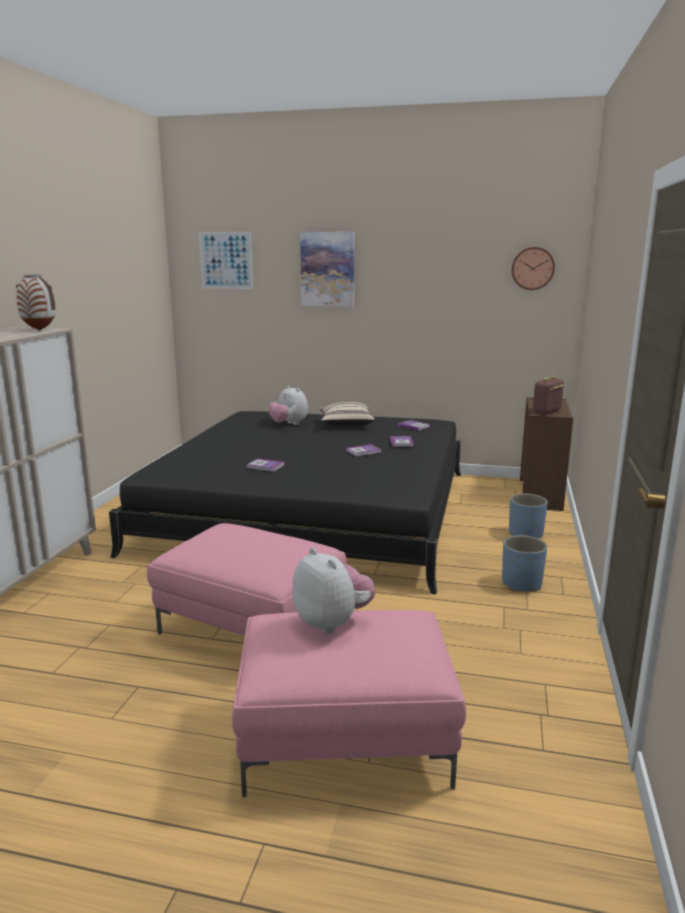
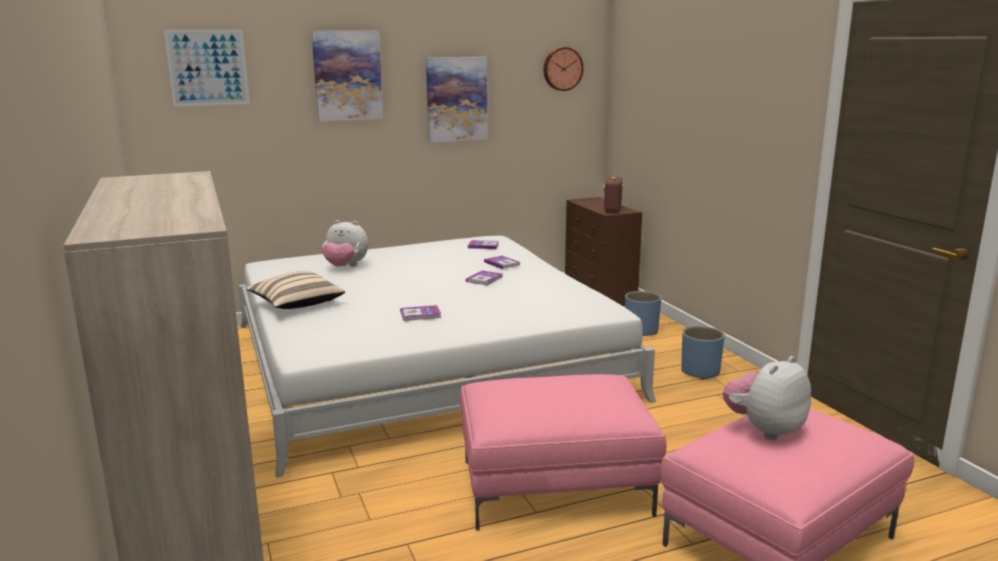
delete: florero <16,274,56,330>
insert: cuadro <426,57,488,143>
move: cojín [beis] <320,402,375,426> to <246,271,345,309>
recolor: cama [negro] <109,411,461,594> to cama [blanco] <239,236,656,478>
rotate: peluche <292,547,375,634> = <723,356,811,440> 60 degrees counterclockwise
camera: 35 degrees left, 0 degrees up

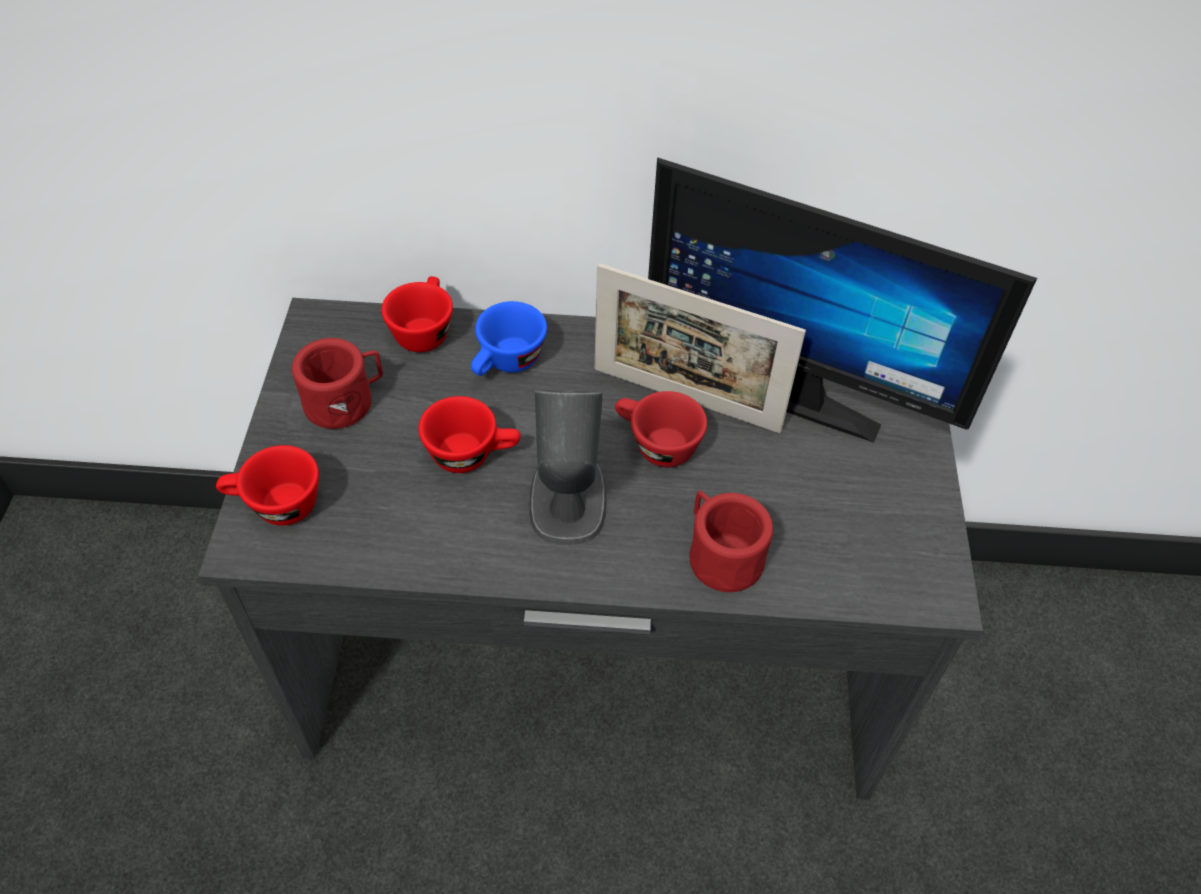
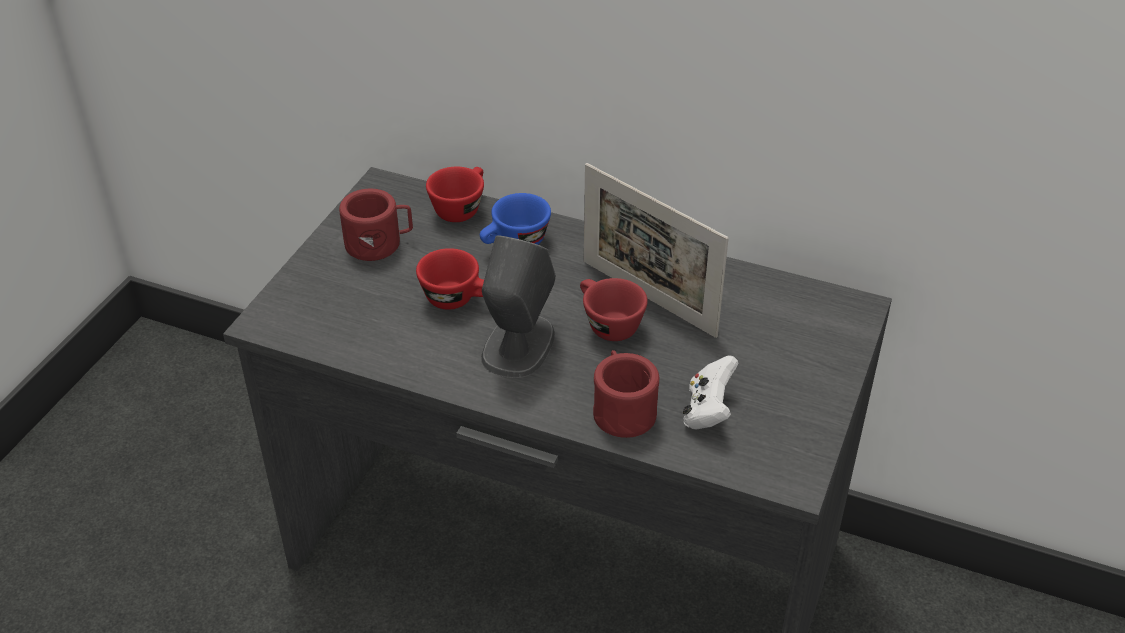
delete: taza [rojo] <216,445,319,526>; monitor <648,157,1037,443>
insert: mando de consola [blanco] <683,355,739,429>
camera: 20 degrees right, 10 degrees down

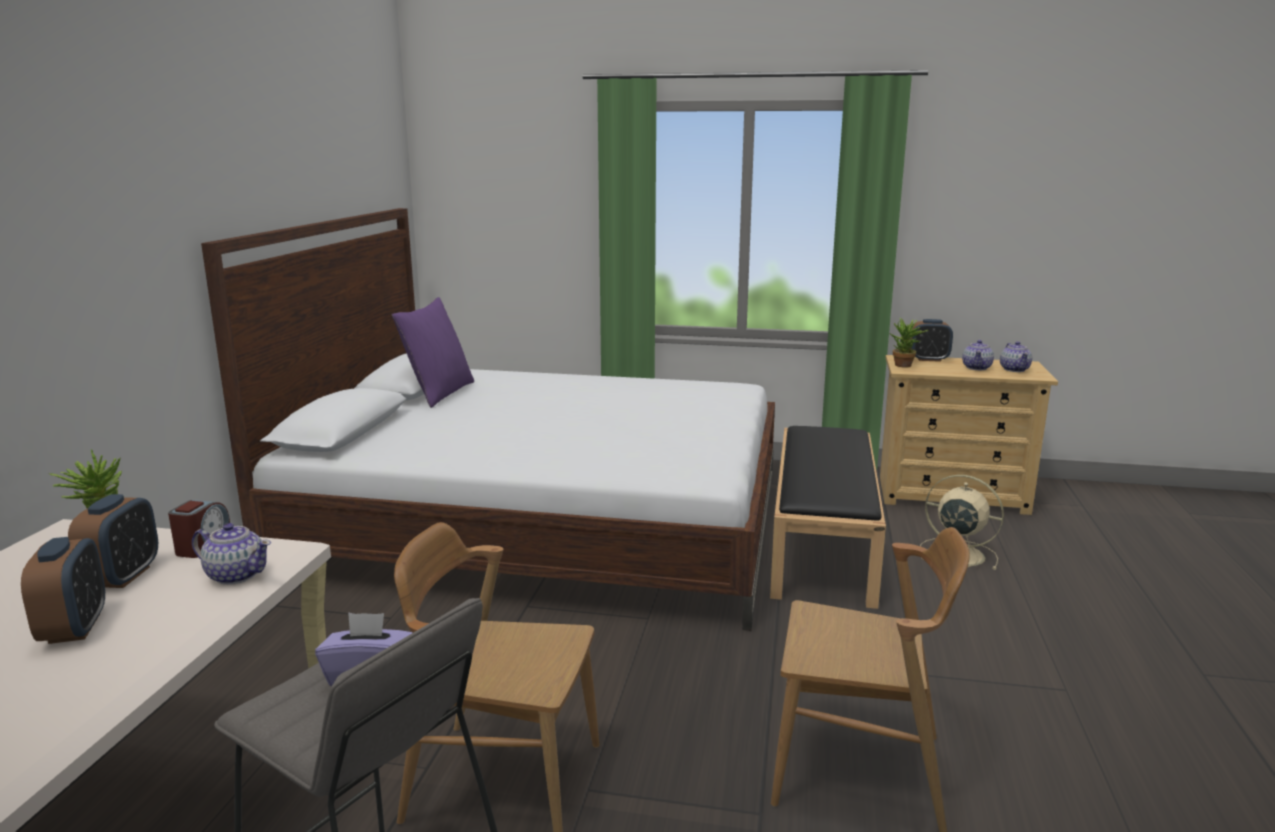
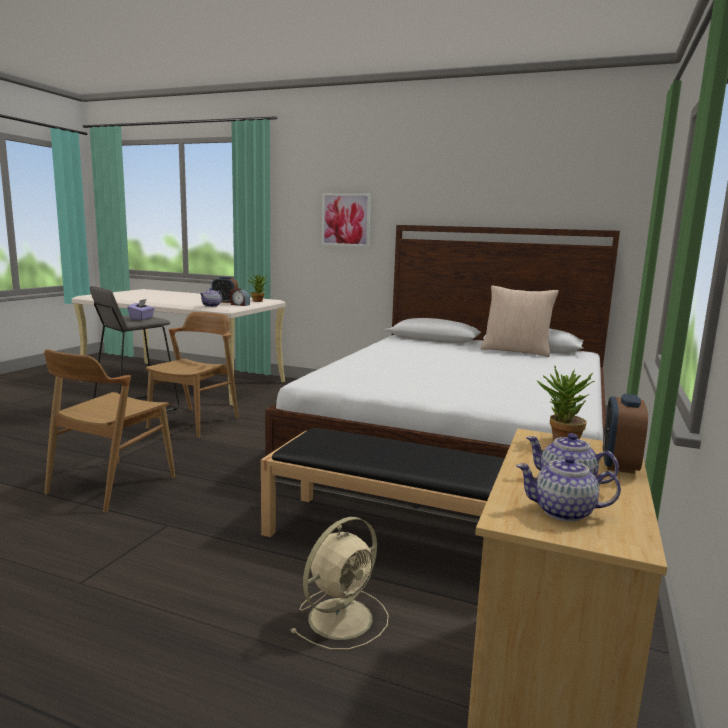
delete: despertador <21,537,105,644>
insert: cuadro <322,193,371,247>
recolor: cojín [morado] <392,297,474,408> to cojín [beis] <480,286,559,357>
camera: 100 degrees right, 5 degrees down

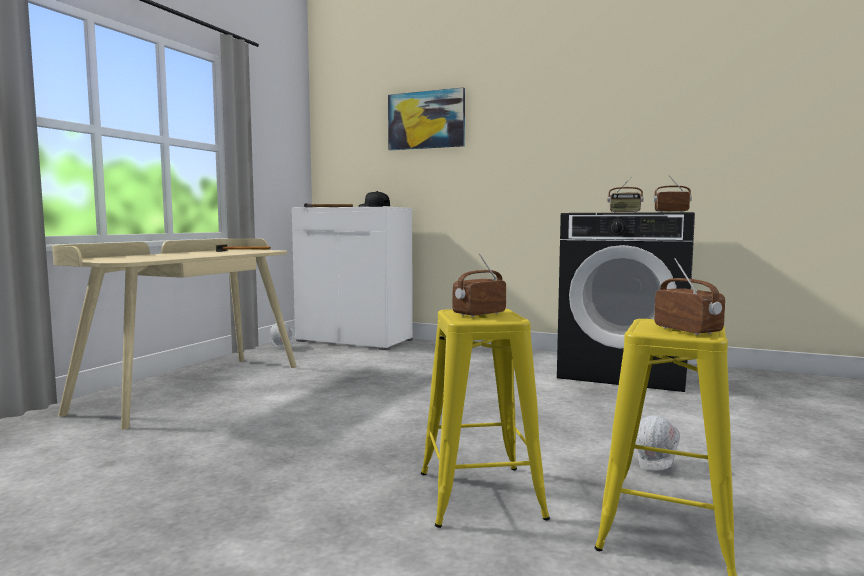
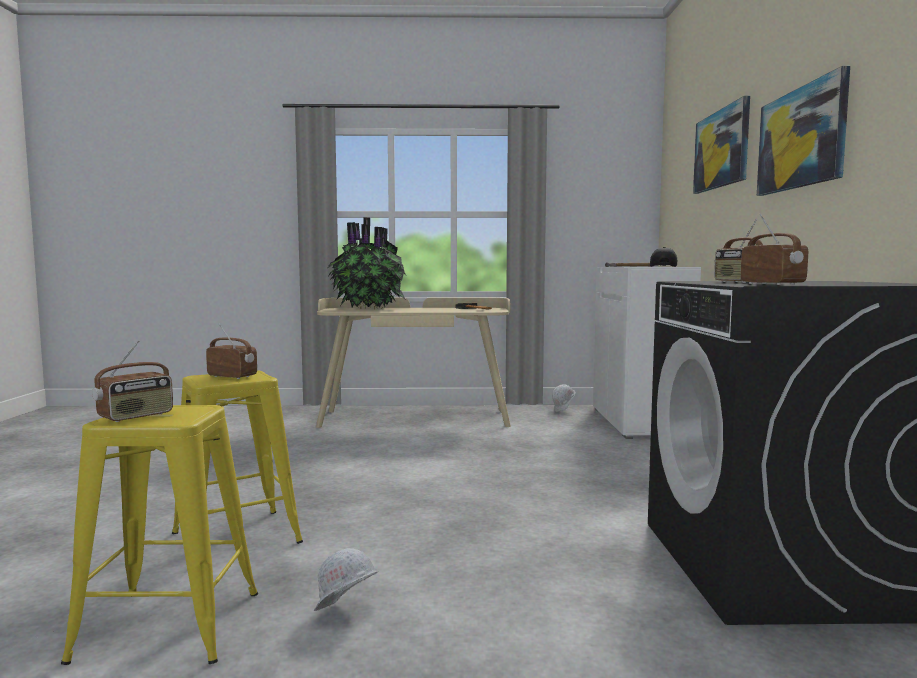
insert: planta en maceta <328,217,406,310>; cuadro <757,66,850,196>
camera: 65 degrees right, 0 degrees up

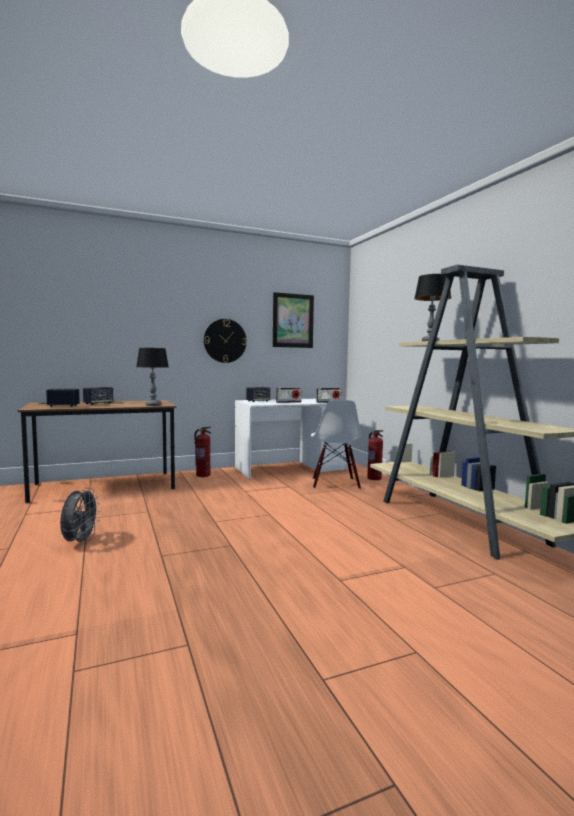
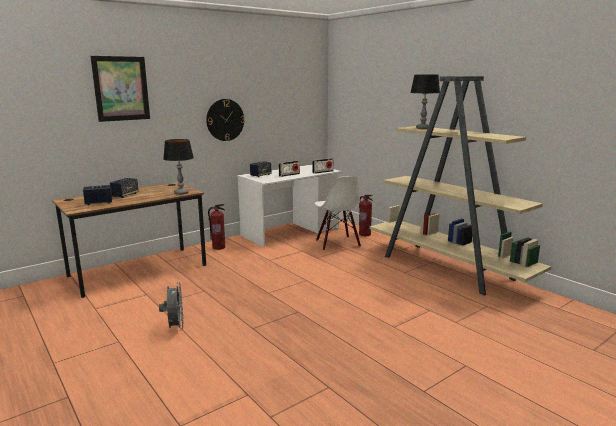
move: cuadro <273,292,314,348> to <90,56,150,122>
camera: 15 degrees left, 10 degrees up

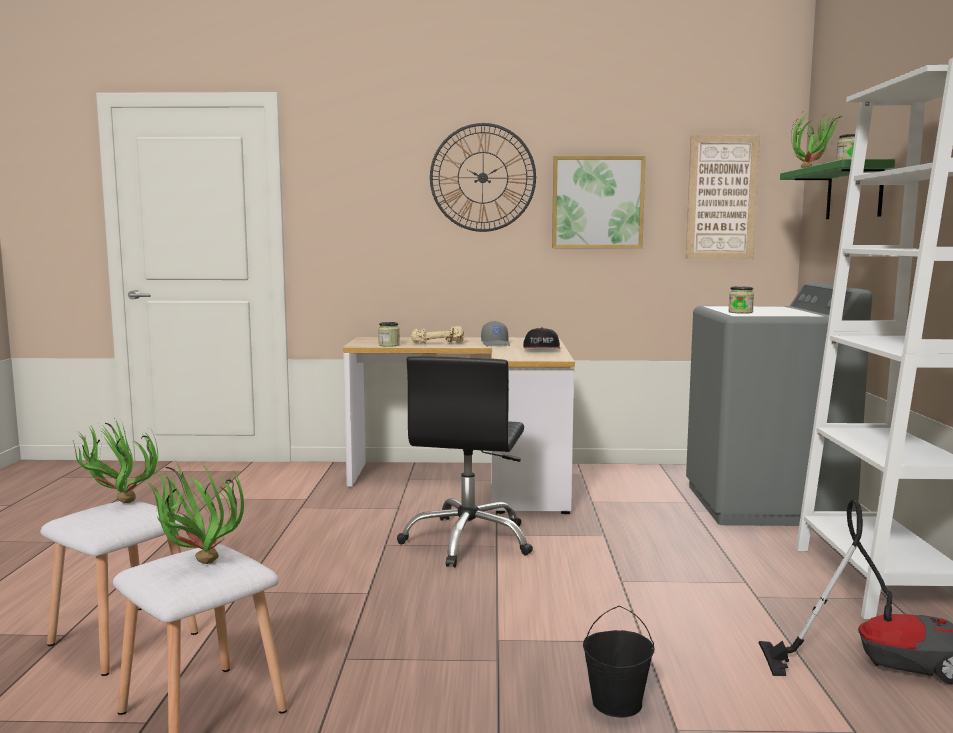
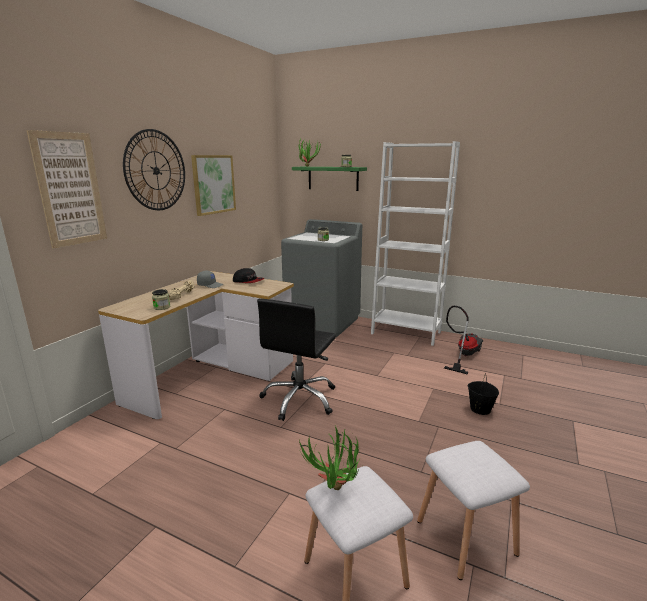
delete: planta en maceta <146,461,244,564>
move: cuadro <686,135,760,259> to <27,130,107,248>
rotate: silla de oficina [negro] <397,356,533,567> = <257,299,336,421> 75 degrees clockwise
camera: 65 degrees left, 10 degrees up

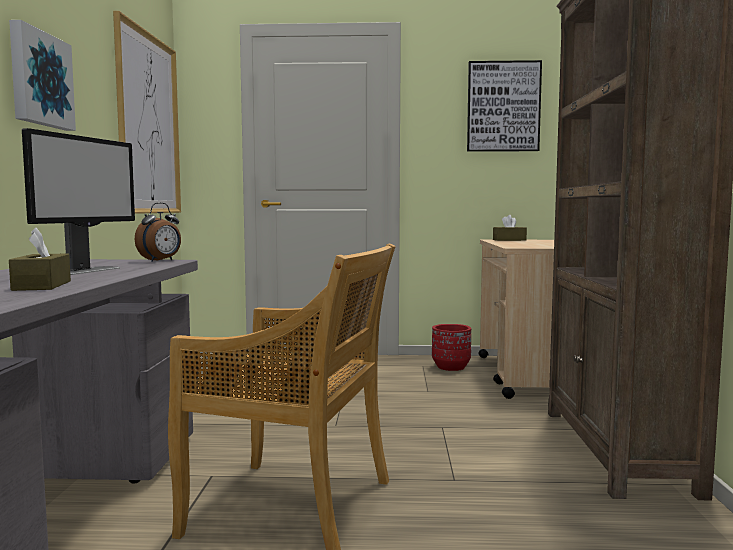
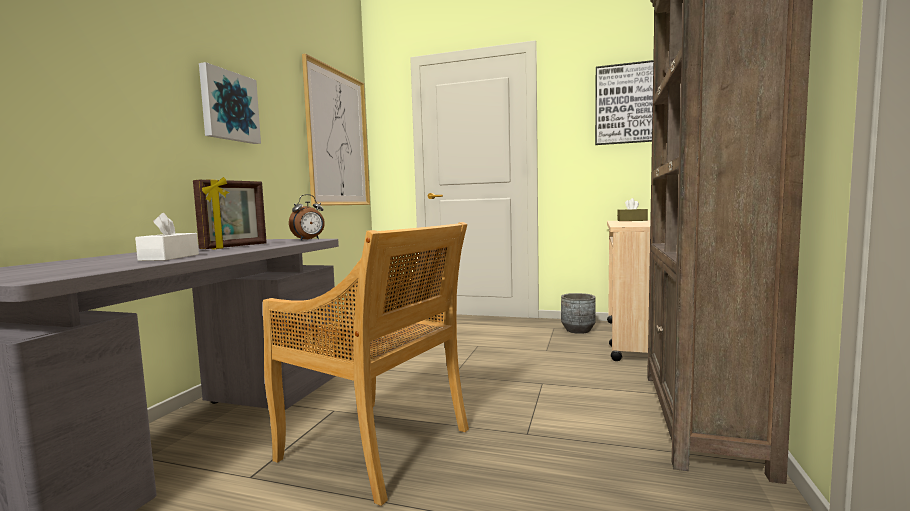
replace: monitor <22,128,135,275> to portarretratos <193,177,267,249>
recolor: caja de pañuelos [marrón] <9,228,71,291> to caja de pañuelos [blanco] <135,213,199,261>; maceta [rojo] <432,324,471,371> to maceta [gris] <561,293,596,334>
camera: 15 degrees right, 0 degrees up

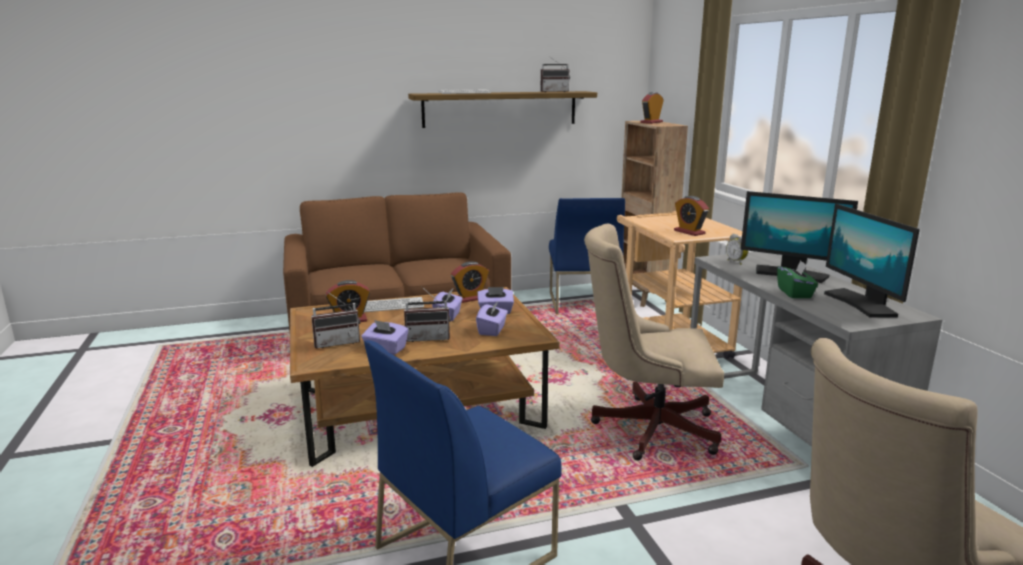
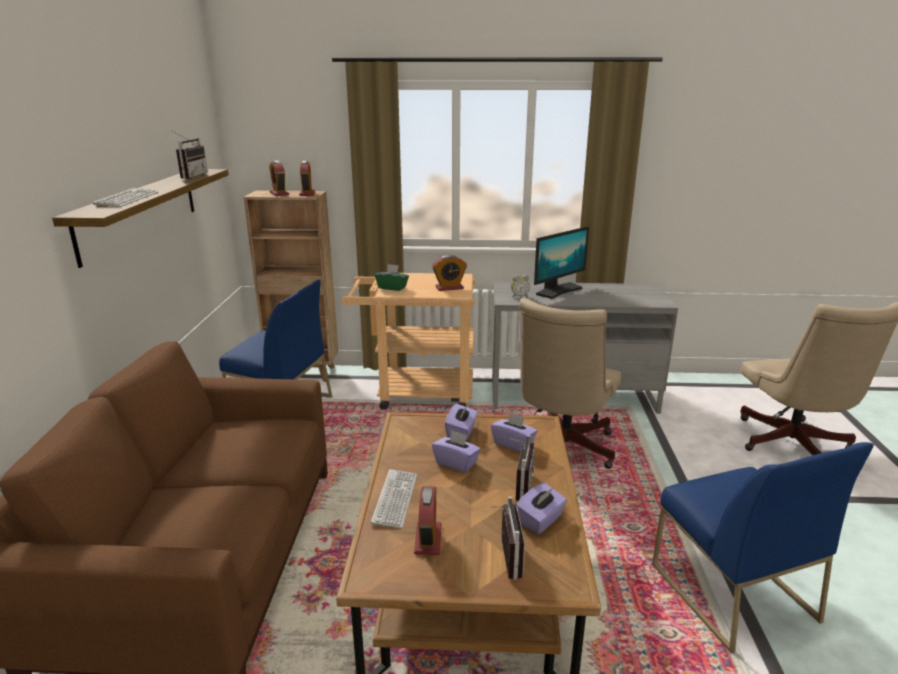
delete: monitor <824,204,920,317>
move: despertador <451,261,489,303> to <299,161,315,196>; caja de pañuelos [verde] <777,261,818,298> to <375,264,409,291>
camera: 70 degrees left, 5 degrees up

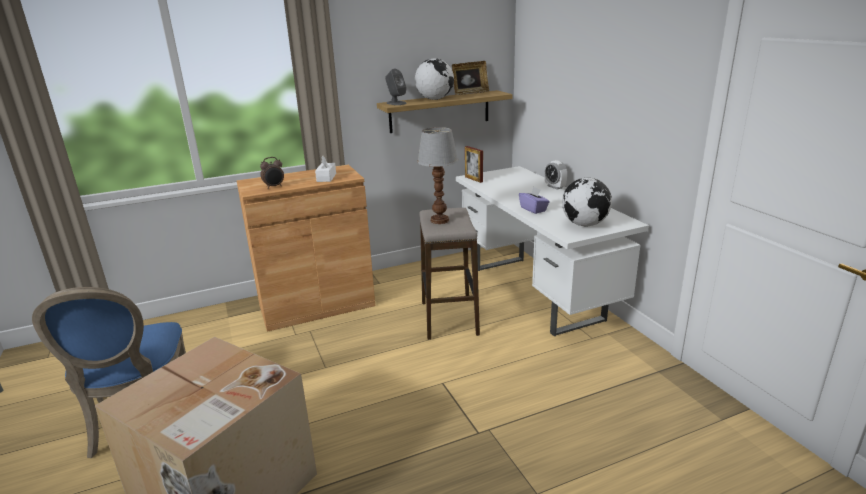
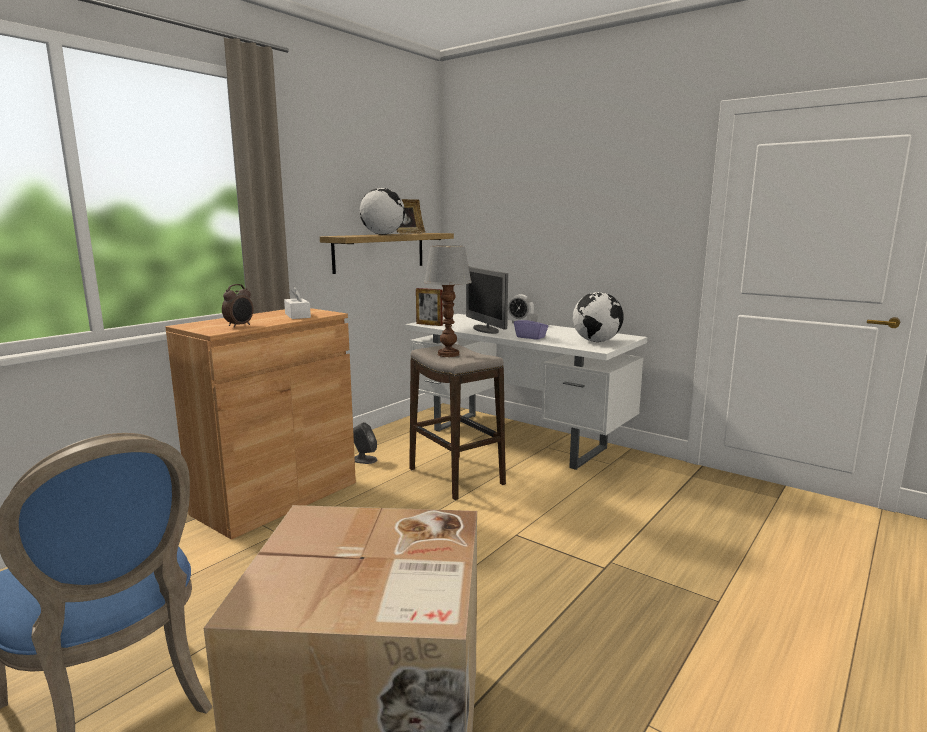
insert: monitor <466,267,508,334>
move: altavoz [gris] <385,69,407,105> to <353,422,377,464>
camera: 30 degrees left, 10 degrees down

